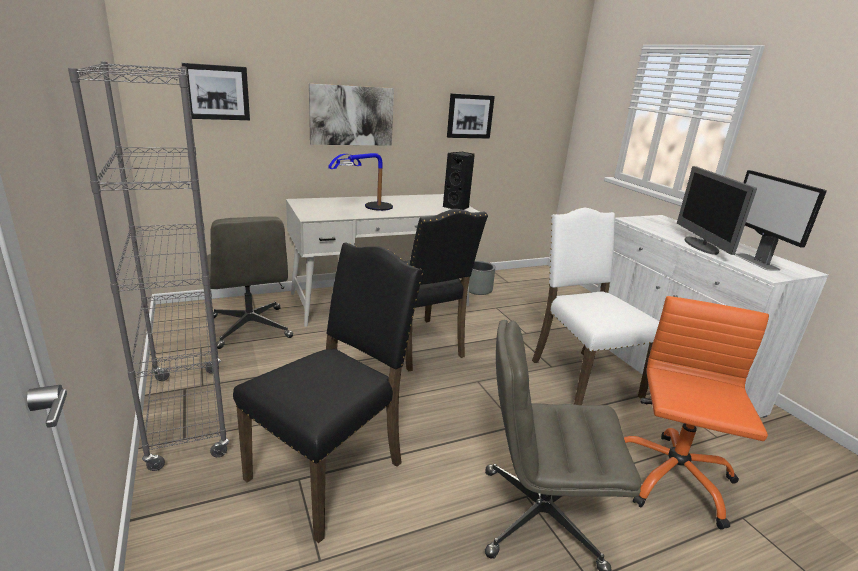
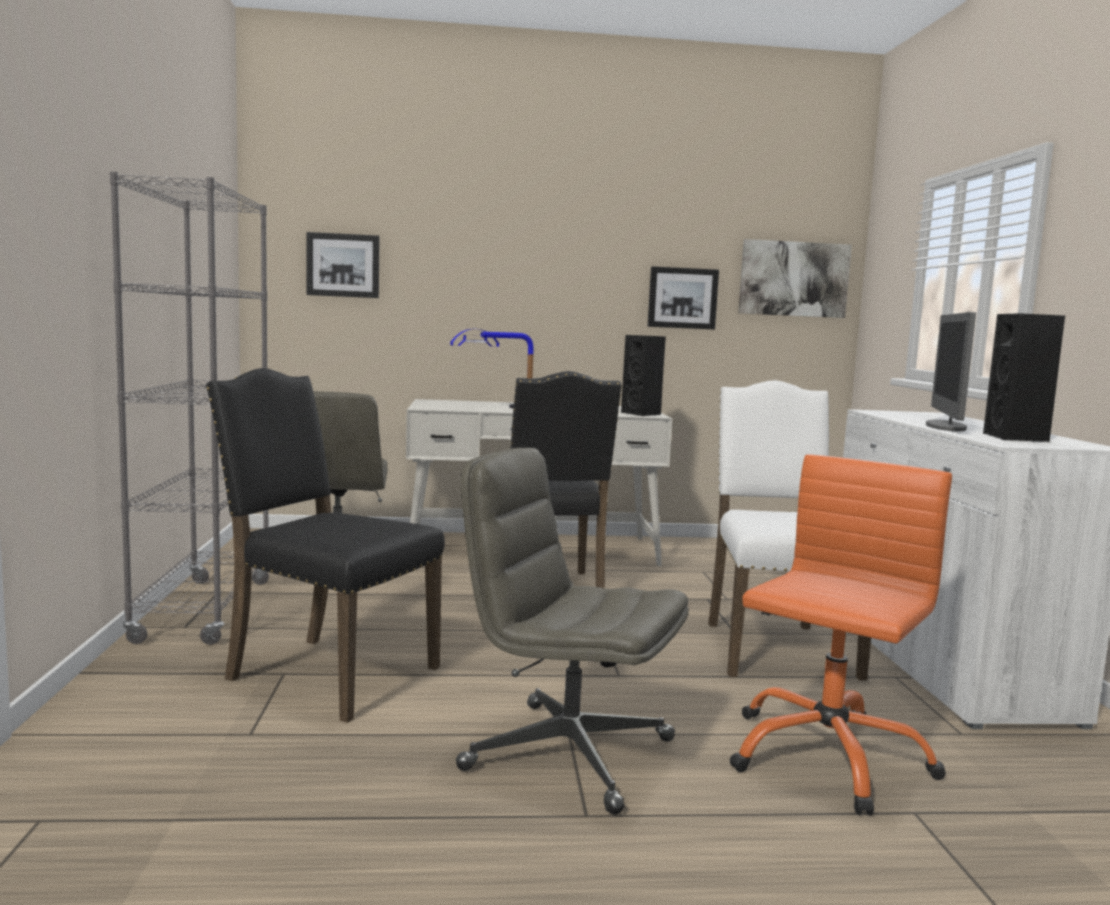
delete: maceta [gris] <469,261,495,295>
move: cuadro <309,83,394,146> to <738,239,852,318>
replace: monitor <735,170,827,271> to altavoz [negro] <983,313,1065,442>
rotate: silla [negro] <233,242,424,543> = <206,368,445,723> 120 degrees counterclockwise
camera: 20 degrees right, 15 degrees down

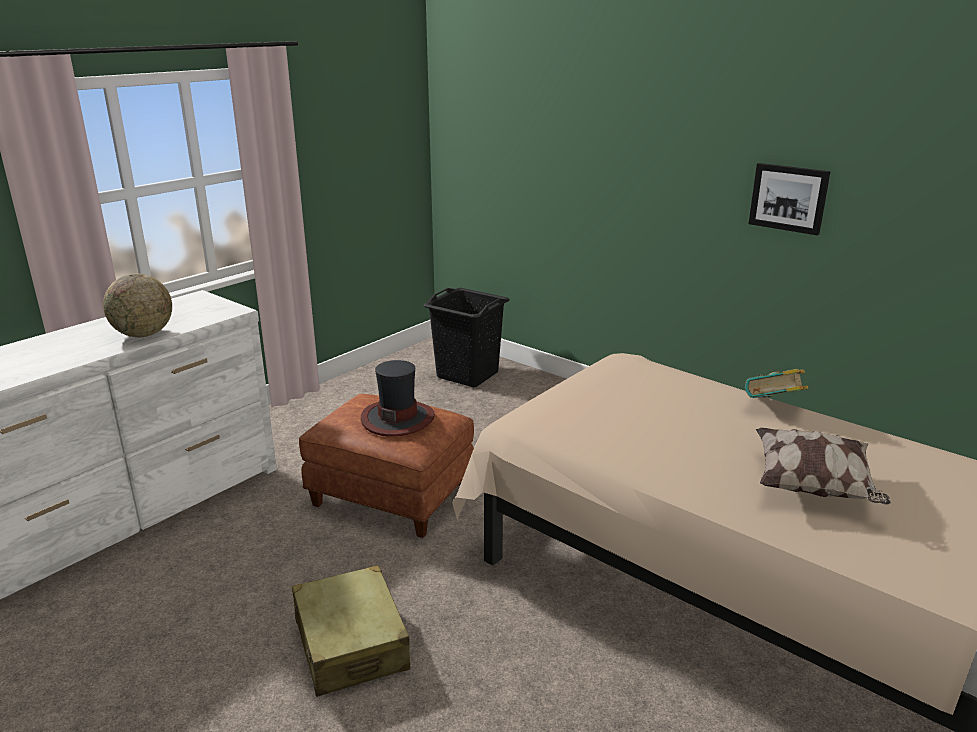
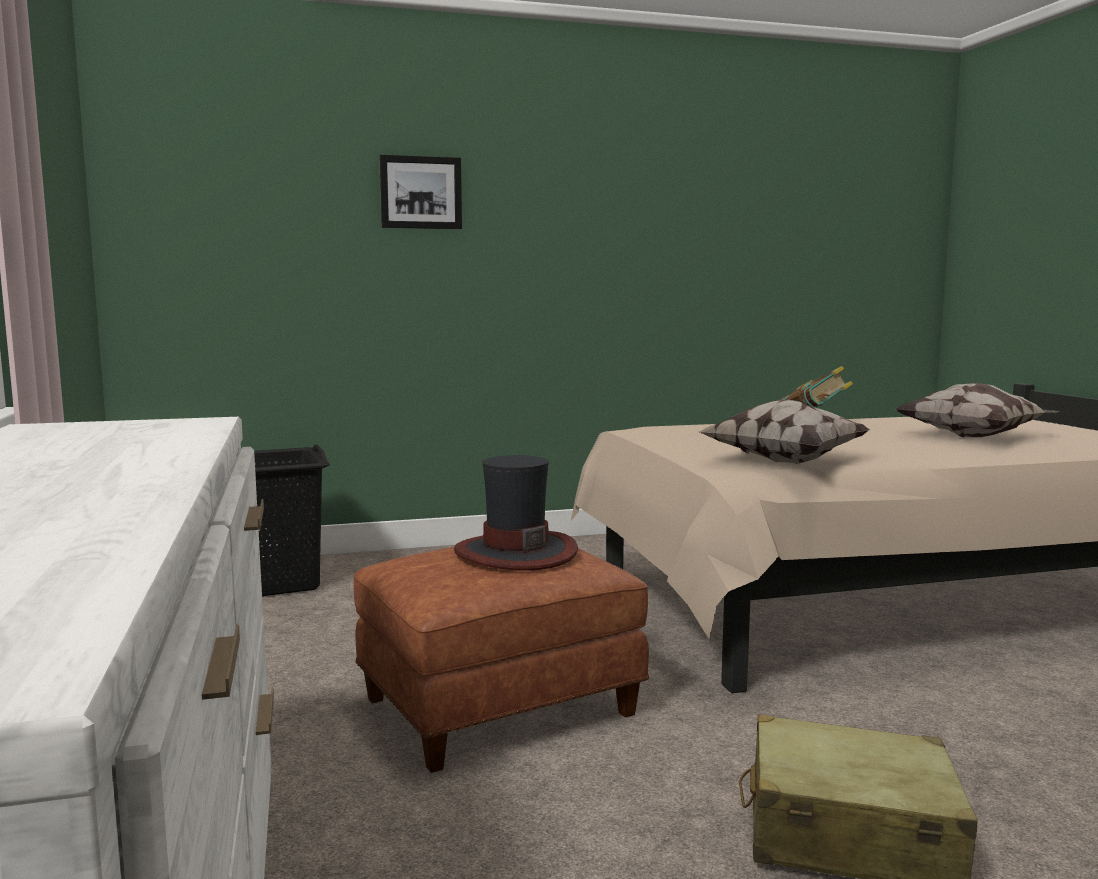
delete: globo terráqueo <103,274,172,337>
insert: cojín <699,399,870,464>
move: cuadro <748,163,830,236> to <379,155,462,229>
camera: 55 degrees left, 15 degrees down

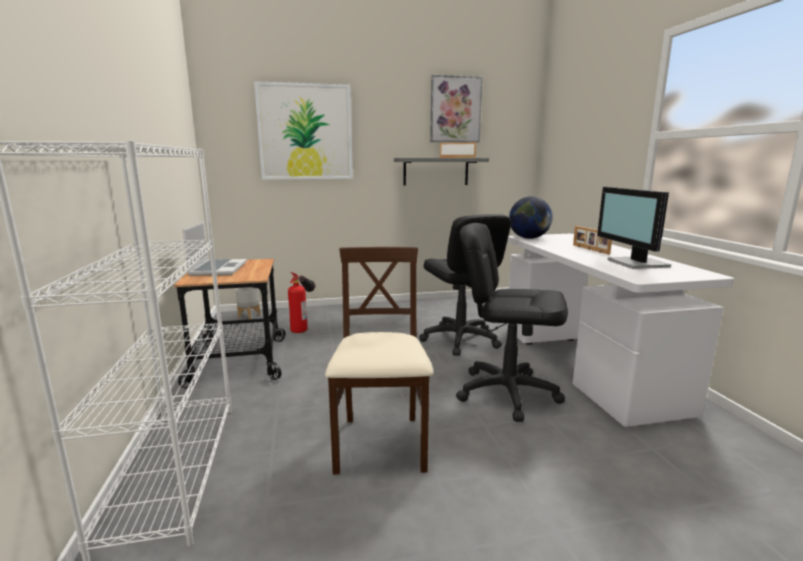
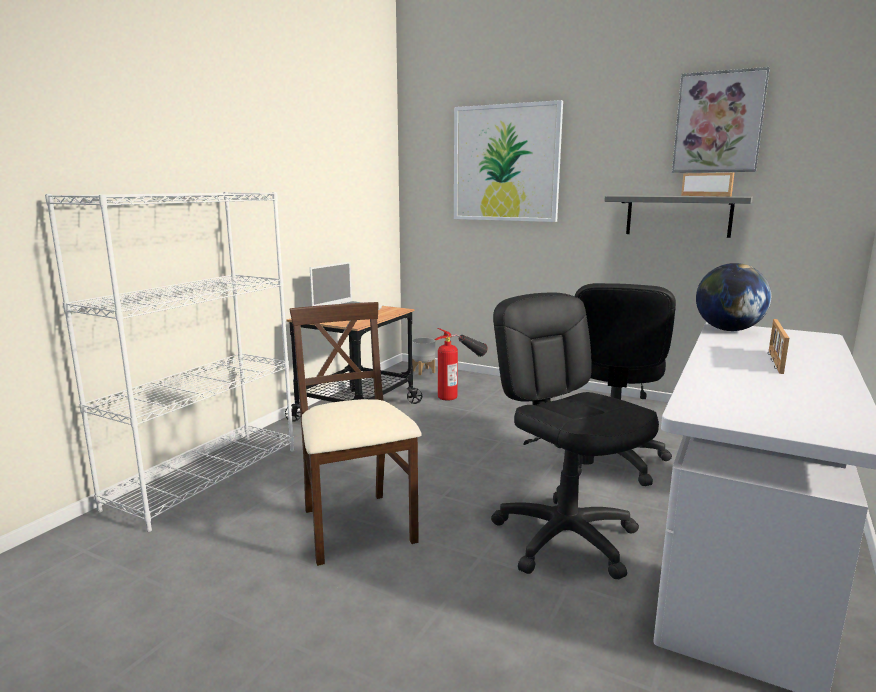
delete: monitor <597,187,671,269>
rotate: silla [beis] <325,247,433,475> = <290,302,422,566> 60 degrees counterclockwise
camera: 40 degrees right, 0 degrees up

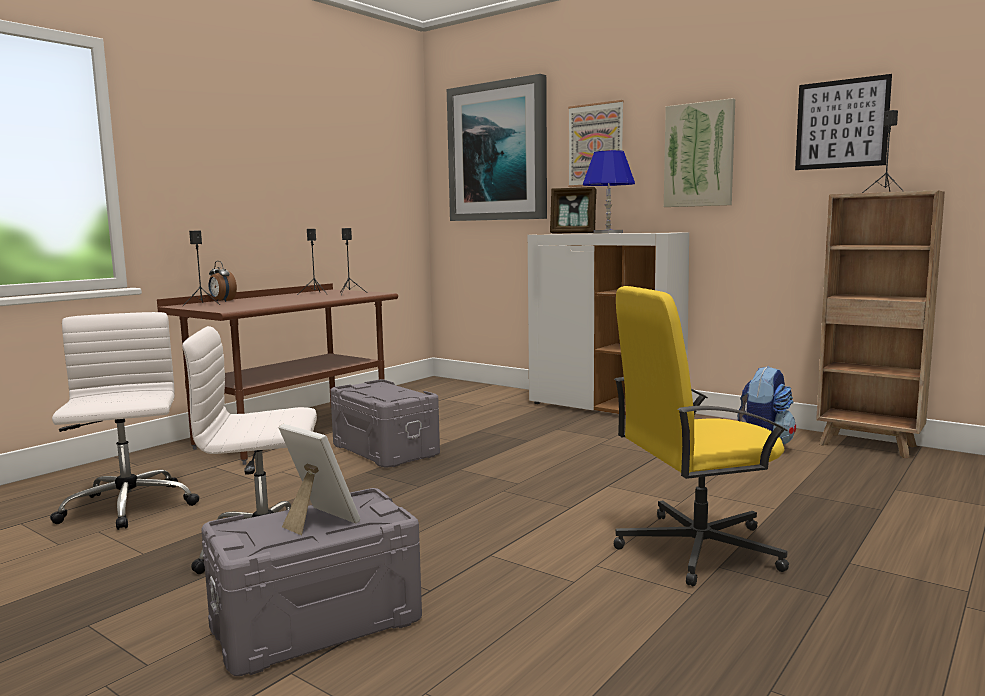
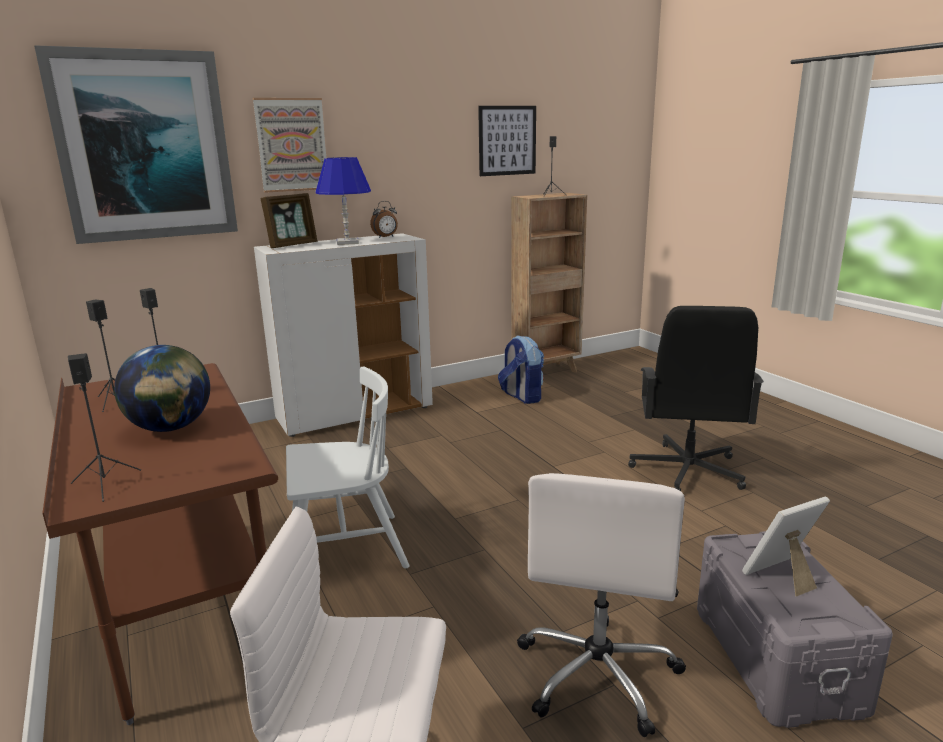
delete: cuadro <664,98,735,207>
insert: globo terráqueo <114,345,210,432>
move: despertador <209,261,237,302> to <370,201,398,238>
replace: caja de almacenaje [gris] <330,379,440,468> to silla [blanco] <286,367,410,568>
recolor: silla de oficina [amarillo] <614,286,789,586> to silla de oficina [negro] <628,306,764,491>
camera: 65 degrees left, 10 degrees up

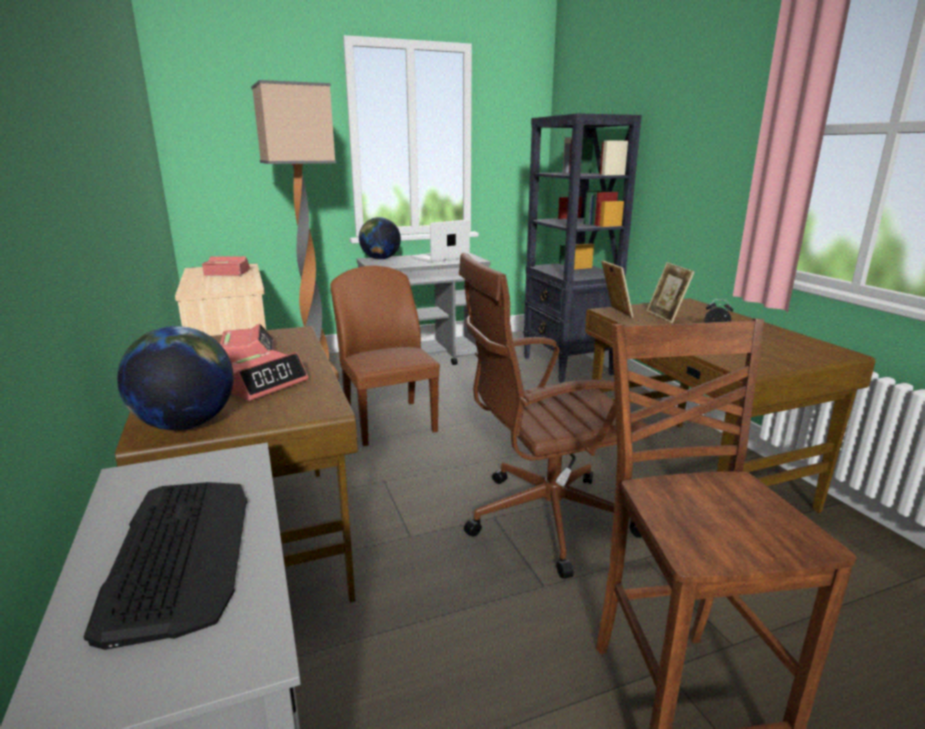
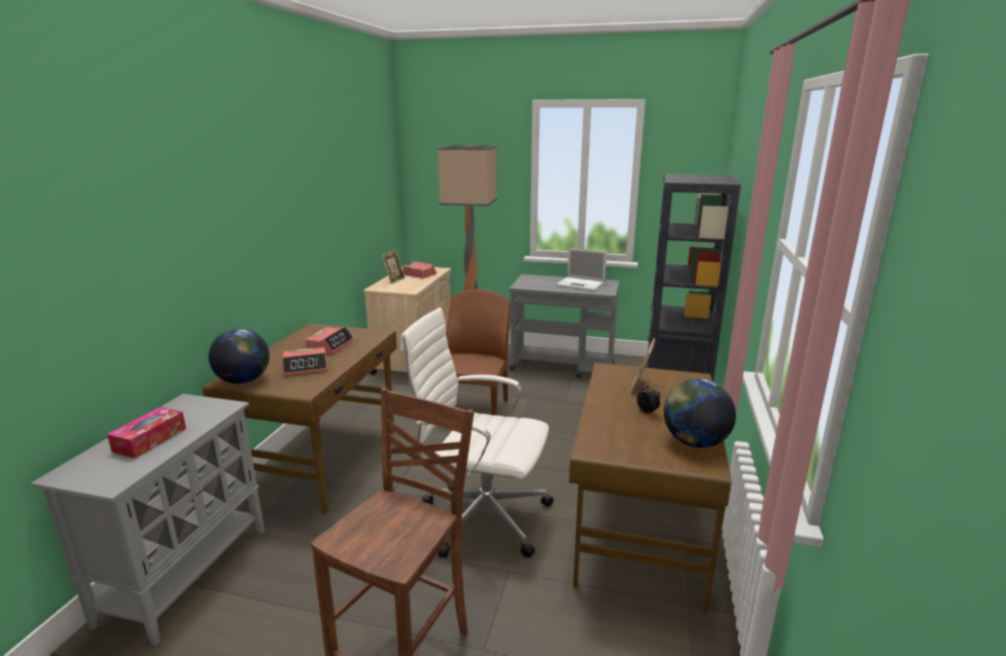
move: globo terráqueo <359,217,401,260> to <664,379,736,448>; portarretratos <601,260,633,318> to <381,250,405,284>
replace: teclado <84,482,248,650> to caja de pañuelos <107,407,186,458>
recolor: silla de oficina [marrón] <459,253,649,579> to silla de oficina [blanco] <400,308,554,558>
rotate: portátil <410,219,470,263> = <556,248,607,291> 150 degrees counterclockwise
camera: 35 degrees right, 0 degrees up

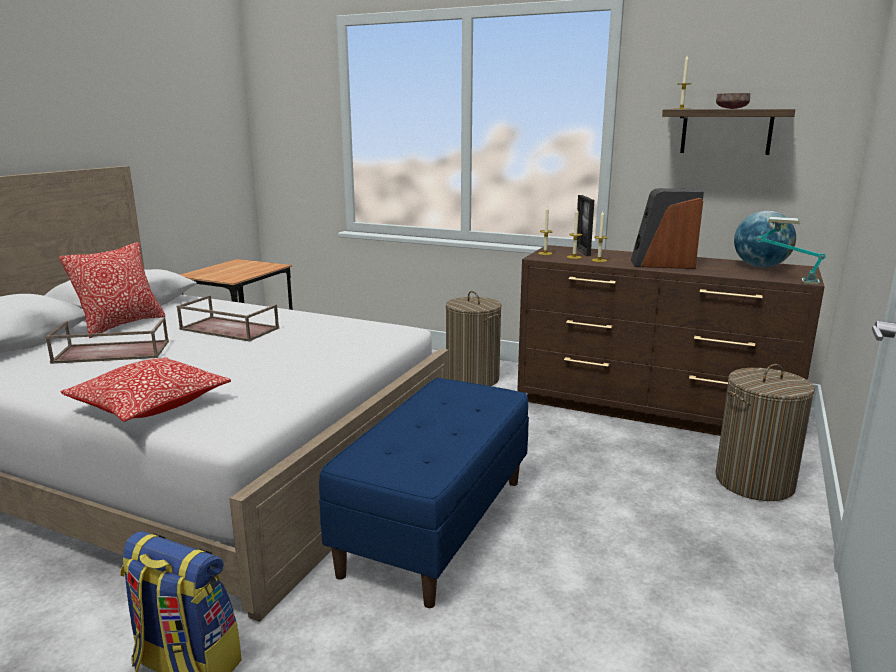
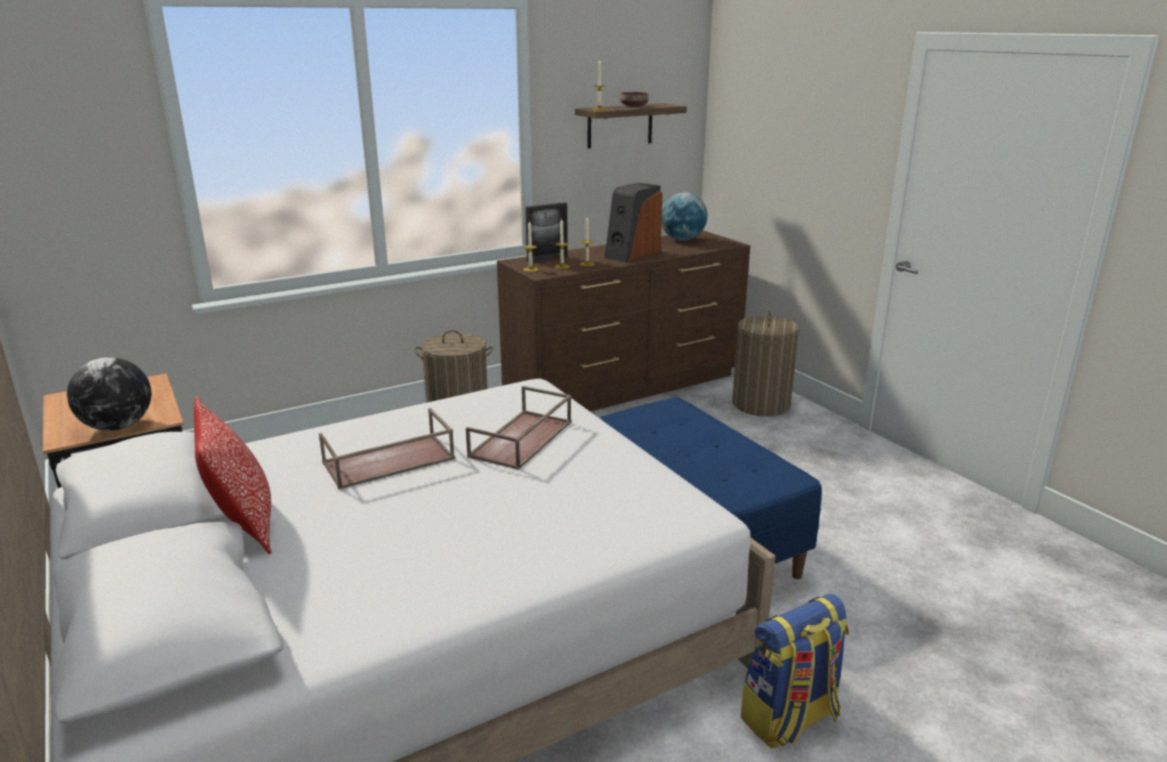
delete: cojín <60,357,231,422>; lámpara de mesa <756,217,826,284>
insert: globo terráqueo <67,357,152,431>
move: bandeja [marrón] <45,317,169,364> to <466,386,571,470>
rotate: portarretratos <577,195,594,256> = <525,202,568,263> 60 degrees counterclockwise
camera: 55 degrees left, 5 degrees up

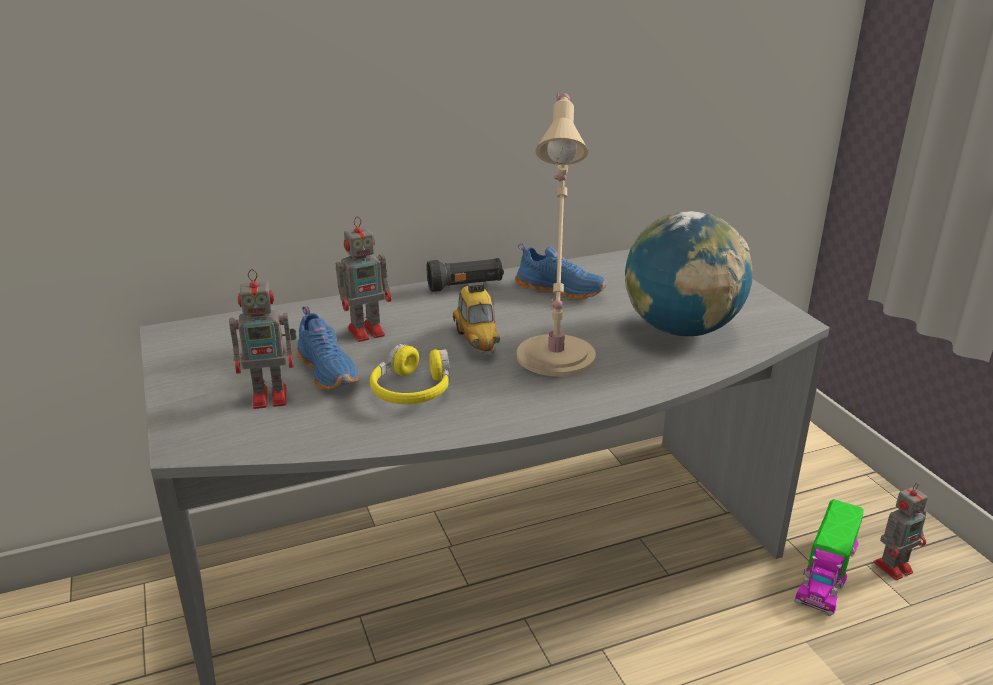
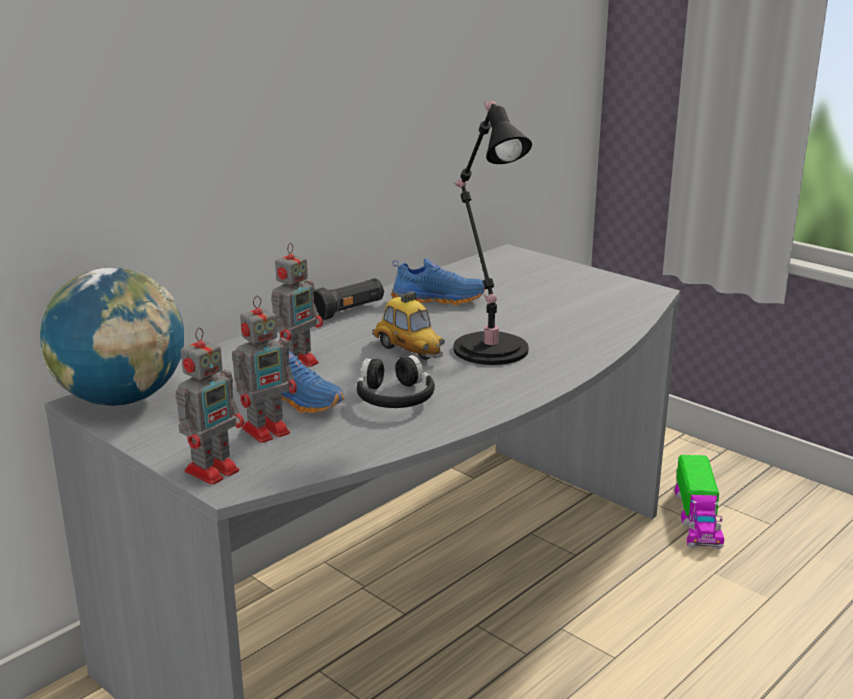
move: globo terráqueo <625,211,753,336> to <40,267,184,406>; robot de juguete <874,483,928,580> to <176,327,244,485>
recolor: auriculares [amarillo] <370,344,450,404> to auriculares [negro] <357,355,435,408>; lámpara de mesa [beis] <517,93,596,376> to lámpara de mesa [negro] <453,101,532,365>
camera: 25 degrees left, 5 degrees down

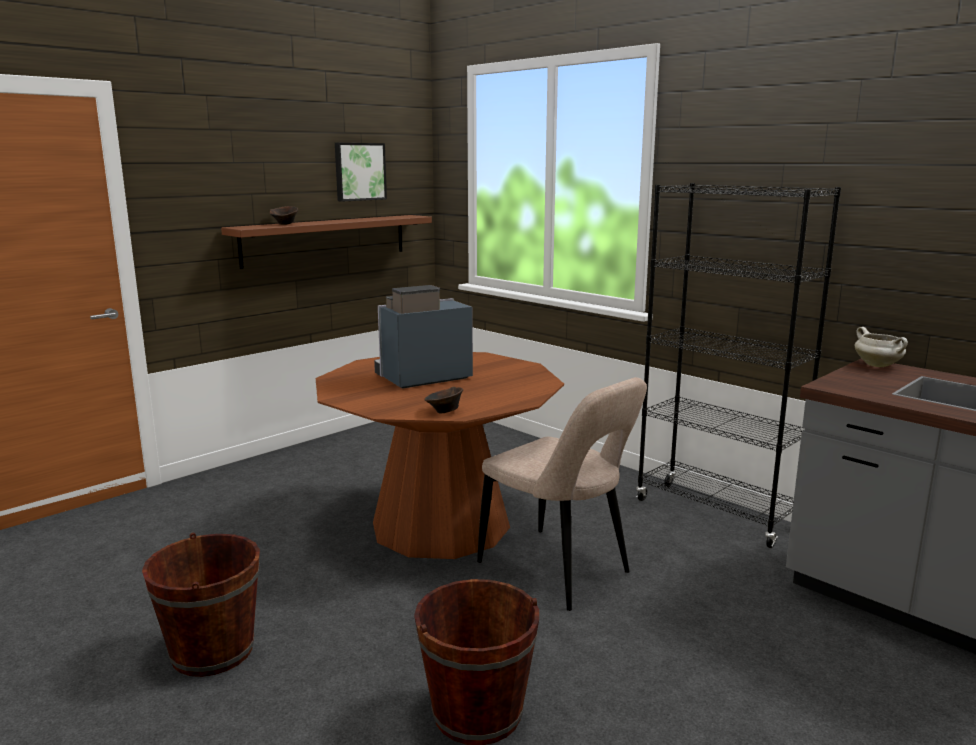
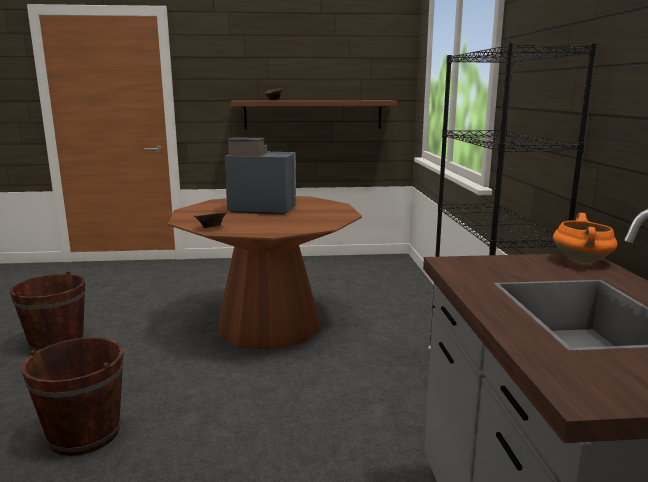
delete: cuadro <335,143,387,202>; silla [beis] <477,377,647,611>
recolor: olla [blanco] <854,327,908,367> to olla [naranja] <553,213,617,264>
camera: 40 degrees right, 0 degrees up

